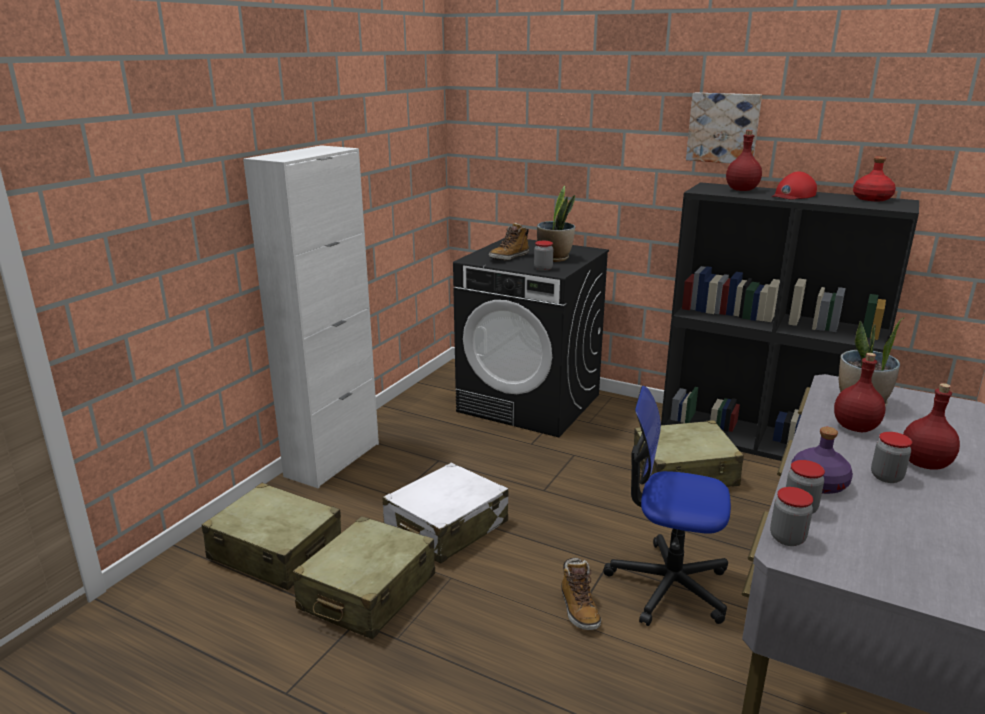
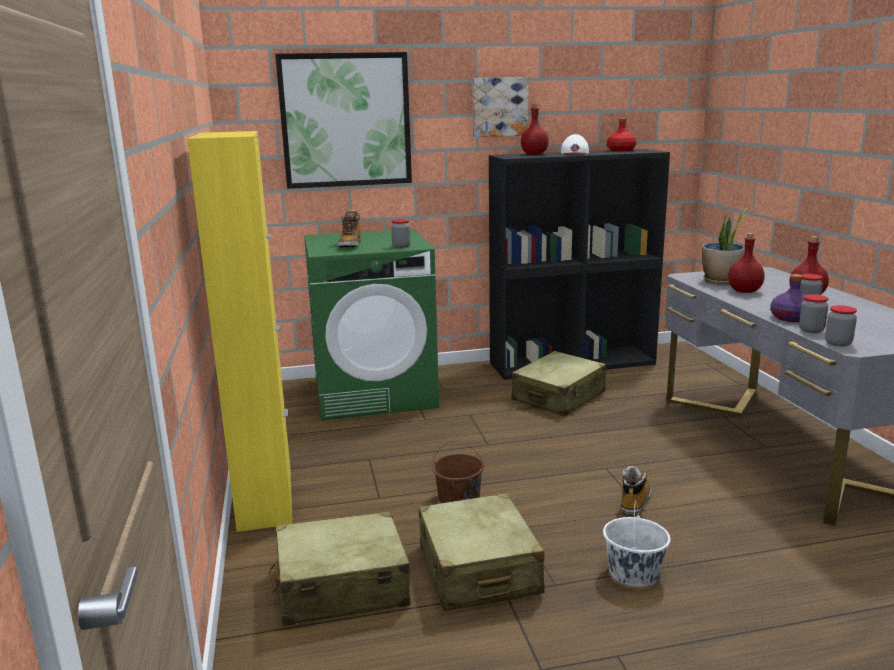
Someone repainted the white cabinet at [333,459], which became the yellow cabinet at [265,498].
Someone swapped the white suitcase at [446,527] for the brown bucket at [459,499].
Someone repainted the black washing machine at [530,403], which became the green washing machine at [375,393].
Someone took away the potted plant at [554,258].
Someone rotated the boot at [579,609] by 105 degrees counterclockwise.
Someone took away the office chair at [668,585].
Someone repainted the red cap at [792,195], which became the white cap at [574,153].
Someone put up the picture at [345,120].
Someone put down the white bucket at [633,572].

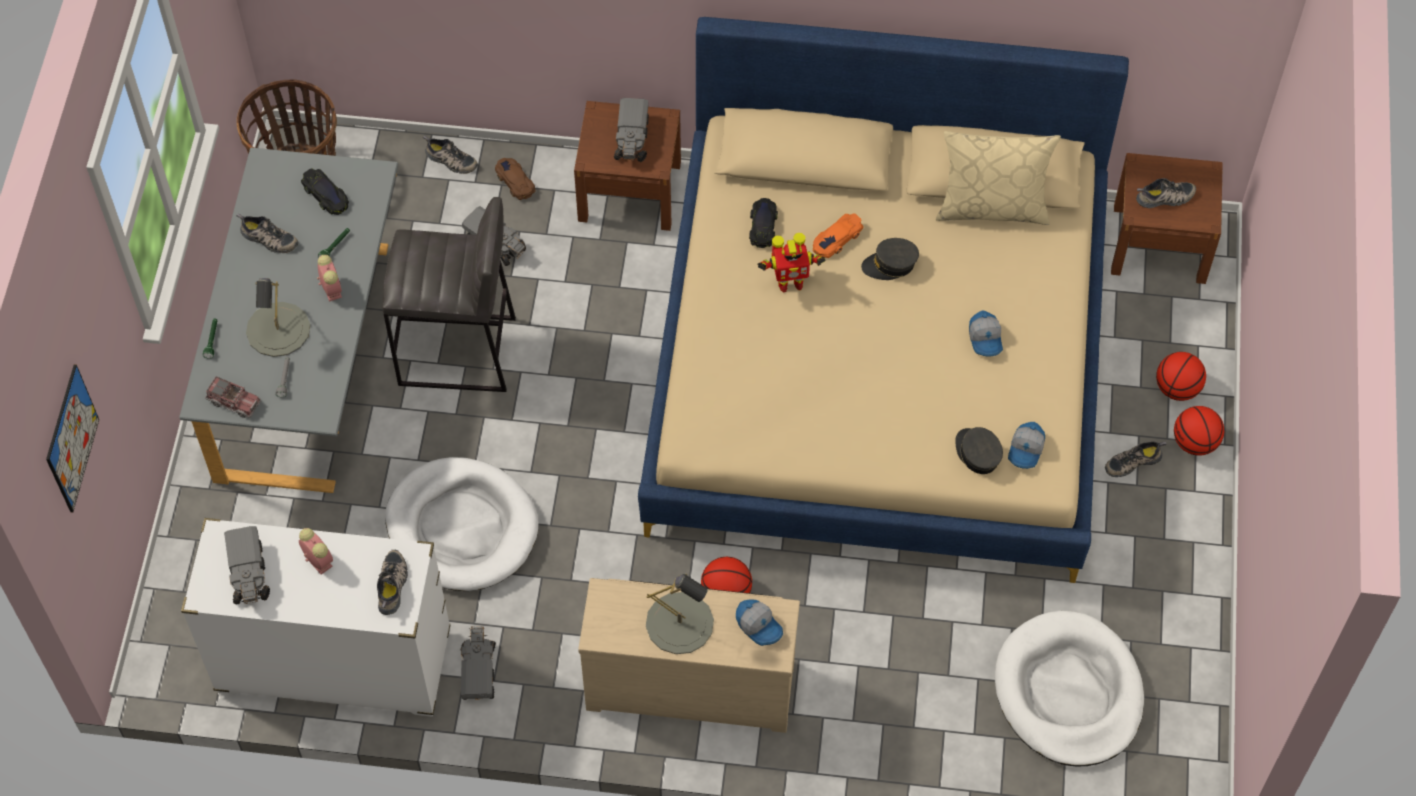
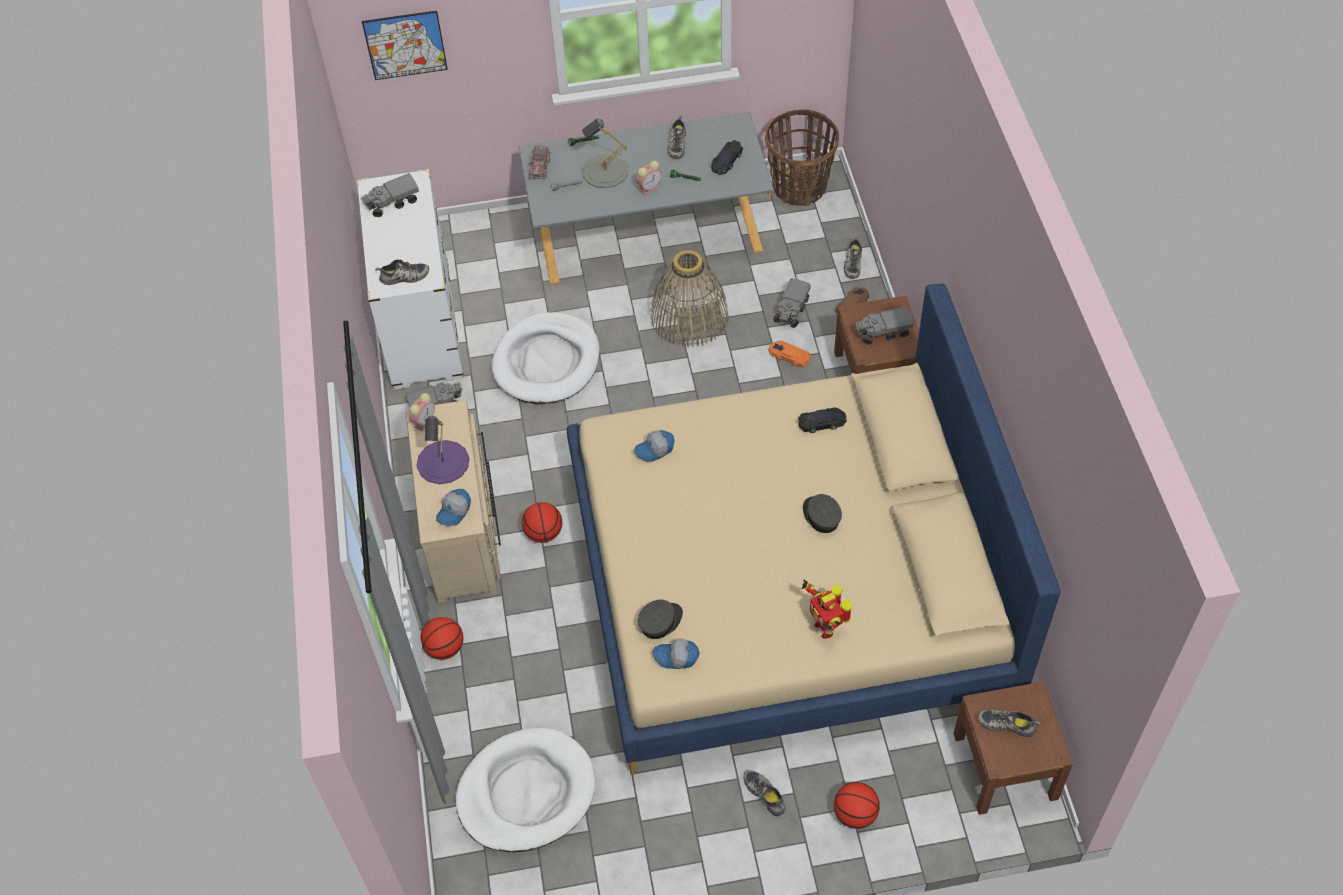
Someone carried the alarm clock from [317,560] to [424,420].
Someone swapped the grey stool at [458,352] for the basket at [689,317].
Someone repainted the grey table lamp at [680,623], which became the purple table lamp at [443,462].
Someone carried the toy robot from [789,283] to [825,627].
Someone carried the orange toy car from [837,239] to [789,356].
Someone took away the beige pillow at [992,207].
Someone carried the cap from [986,339] to [655,450].
Someone rotated the shoe at [1165,198] by 135 degrees clockwise.
Someone carried the basketball from [1195,442] to [445,648].

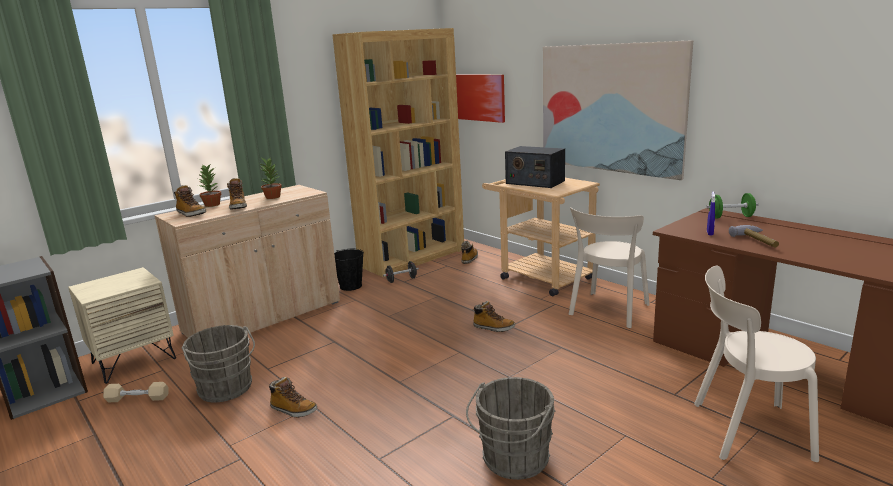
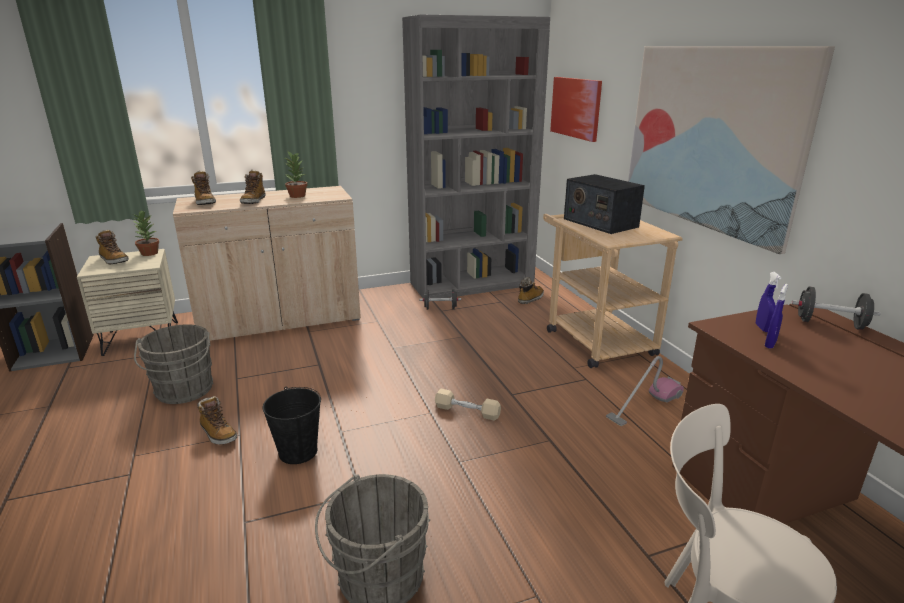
Someone carried the beige dumbbell from [137,398] to [467,411].
Someone carried the potted plant from [212,205] to [149,253].
Someone repainted the brown bookcase at [413,257], which became the grey bookcase at [472,284].
Someone carried the black bucket from [350,286] to [297,452].
Someone carried the boot from [493,328] to [114,260].
Someone swapped the beige chair at [608,311] for the vacuum cleaner at [644,406].
Someone repainted the green dumbbell at [731,217], which became the black dumbbell at [830,324].
Someone took away the hammer at [757,241].
Someone put down the blue spray bottle at [762,328].

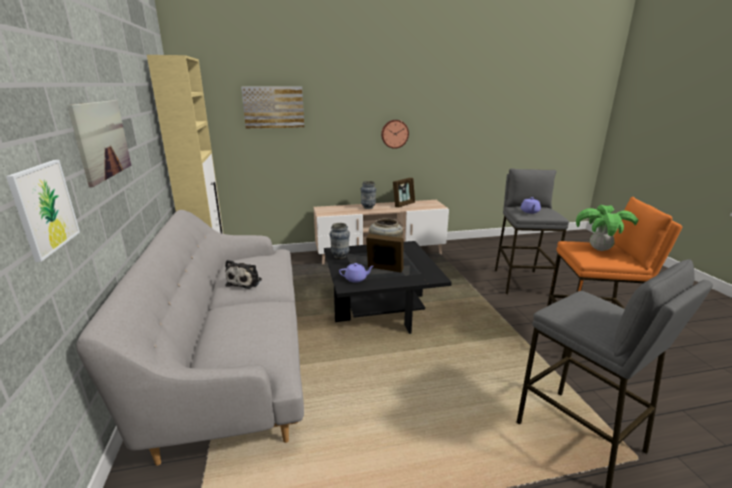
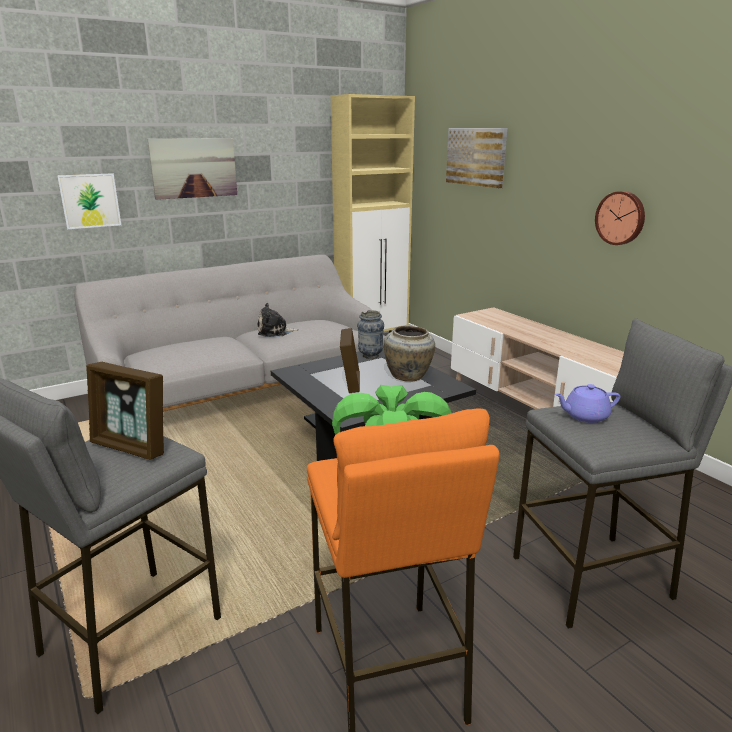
Someone took away the purple teapot at [356,279].
Someone took away the vase at [368,208].
Someone carried the picture frame from [403,204] to [131,446].

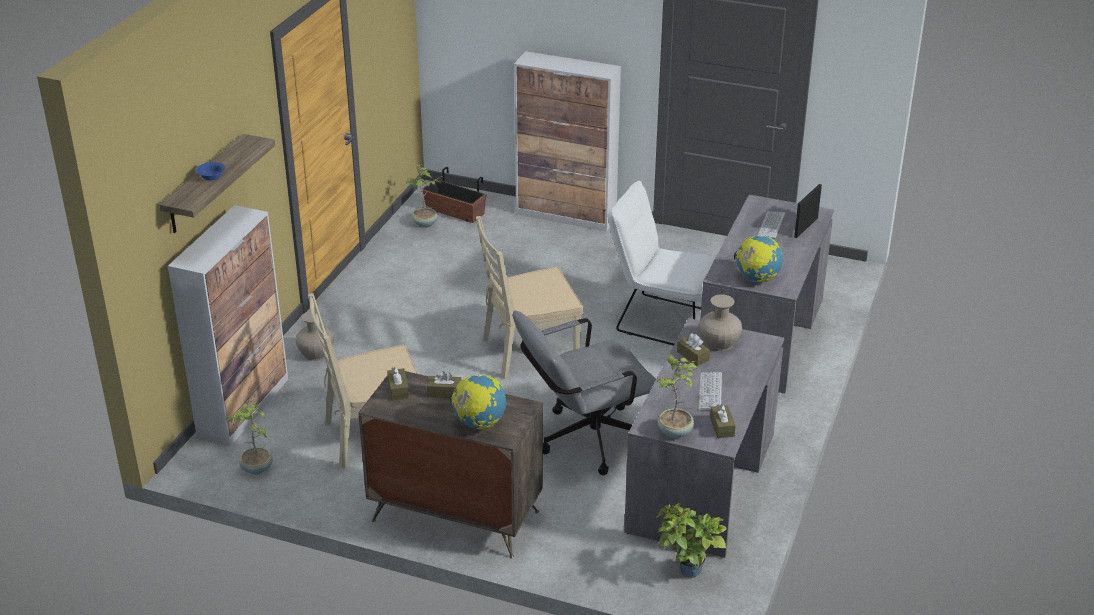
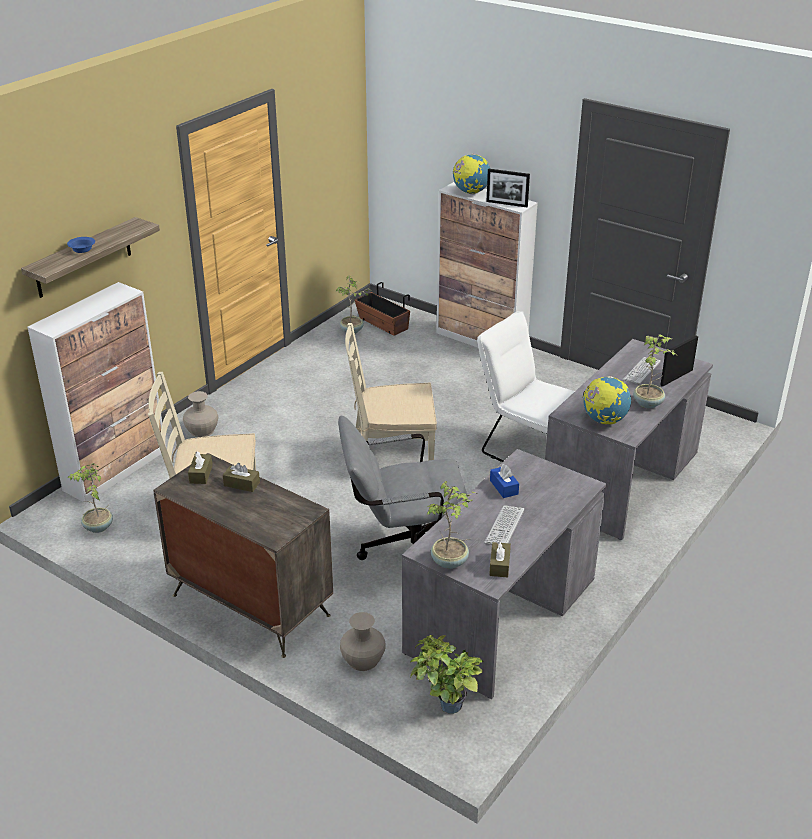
Someone carried the globe from [479,423] to [470,192].
Someone repainted the brown tissue box at [693,356], which became the blue tissue box at [504,487].
Someone carried the beige vase from [719,342] to [363,659].
Someone put down the picture frame at [507,204].
Someone put down the potted plant at [648,403].

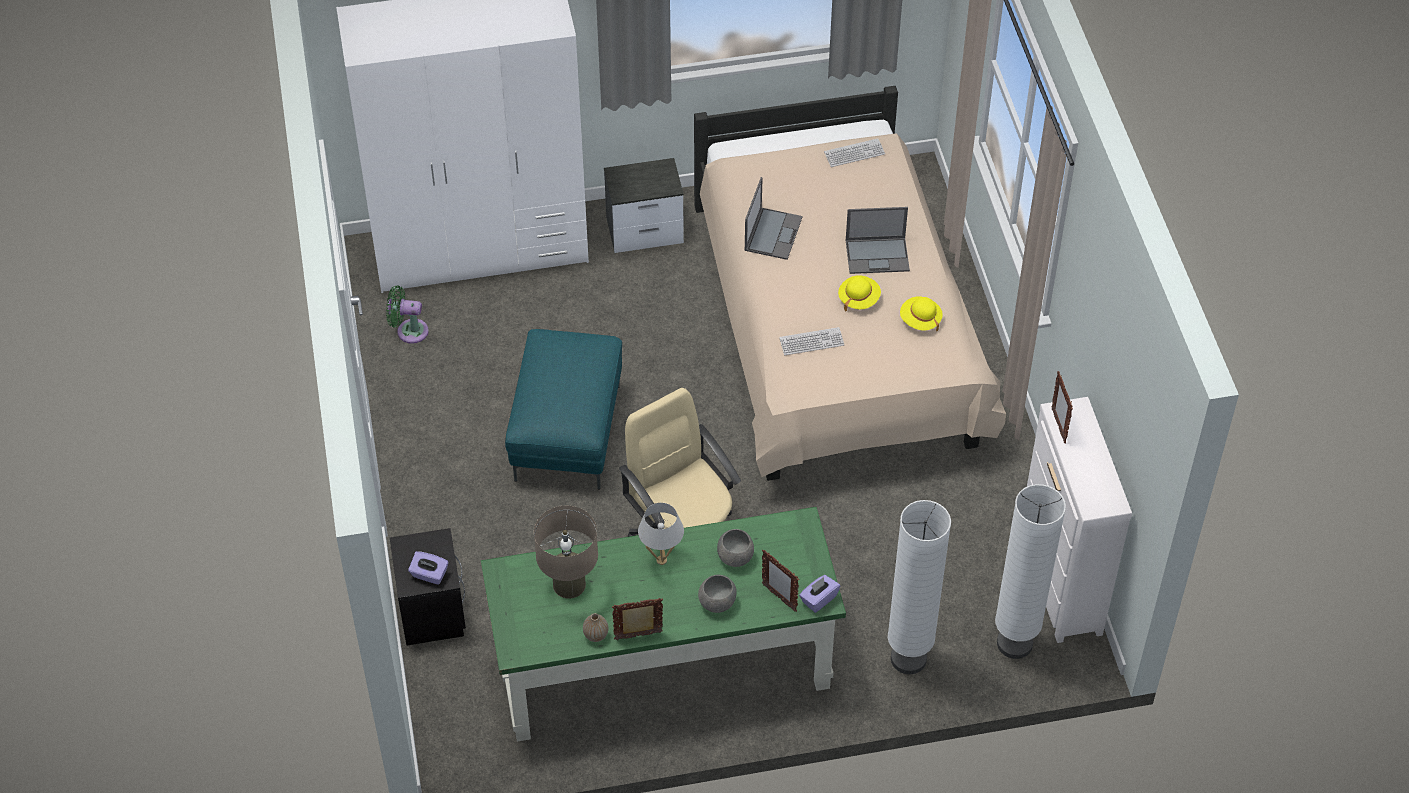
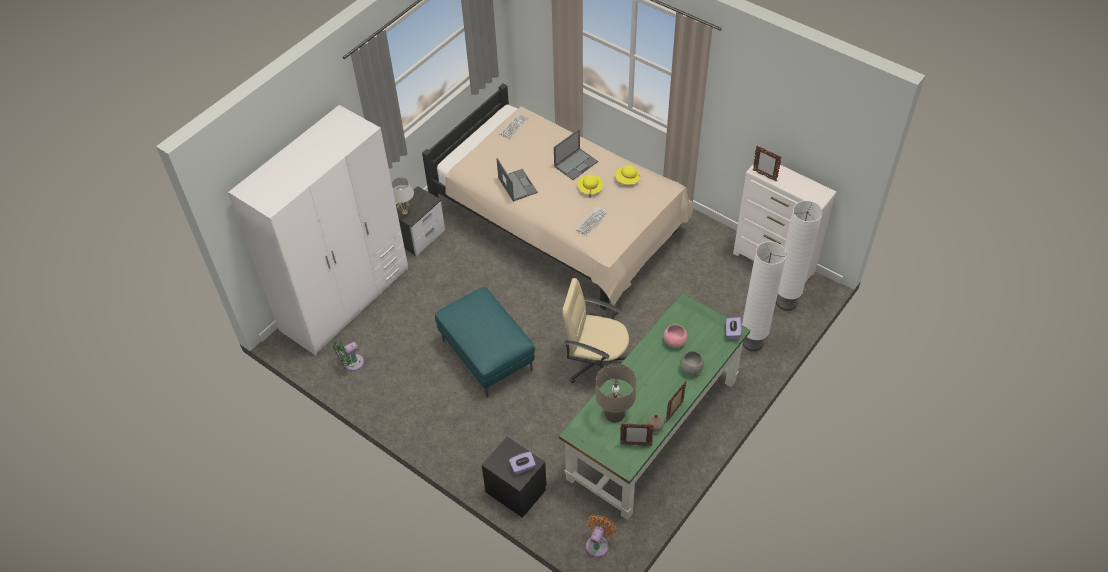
Someone carried the white table lamp from [661,560] to [405,212].
Someone repainted the grey bowl at [736,557], which became the pink bowl at [674,341].
Someone carried the picture frame from [779,597] to [635,444].
Someone put down the orange fan at [598,544].

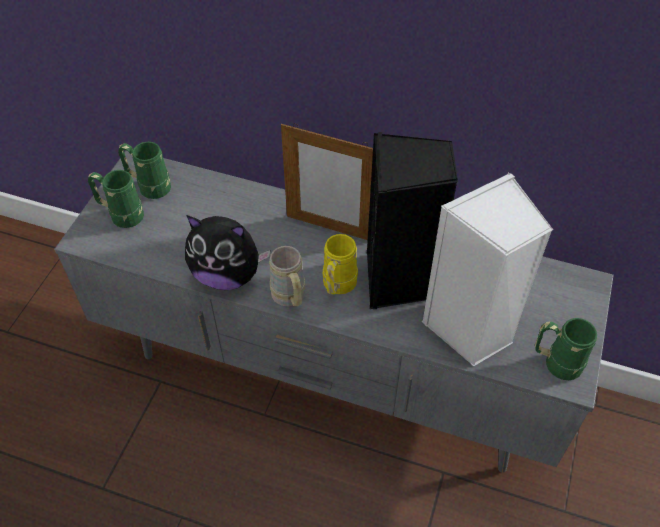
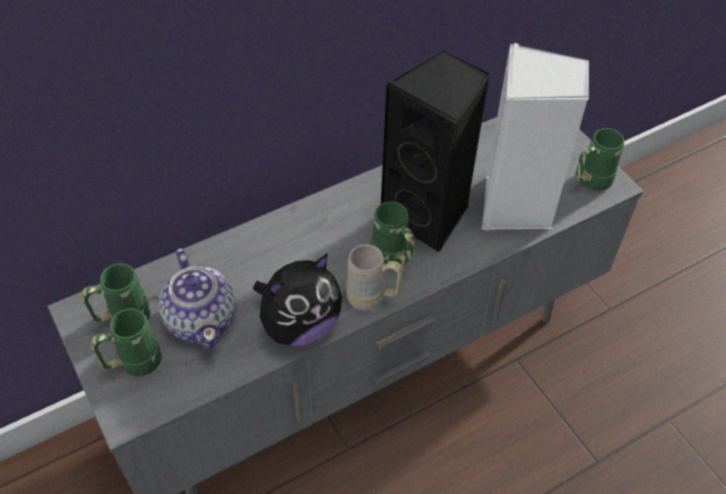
Someone took away the picture frame at [329,228].
Someone repainted the yellow mug at [337,287], which became the green mug at [393,258].
Someone put down the teapot at [202,319].

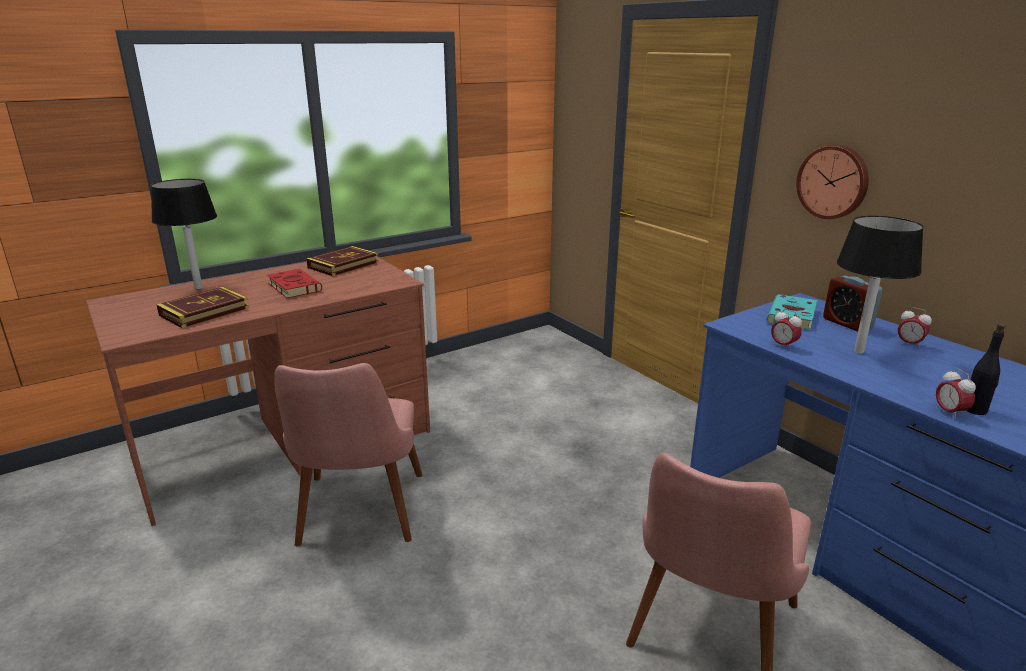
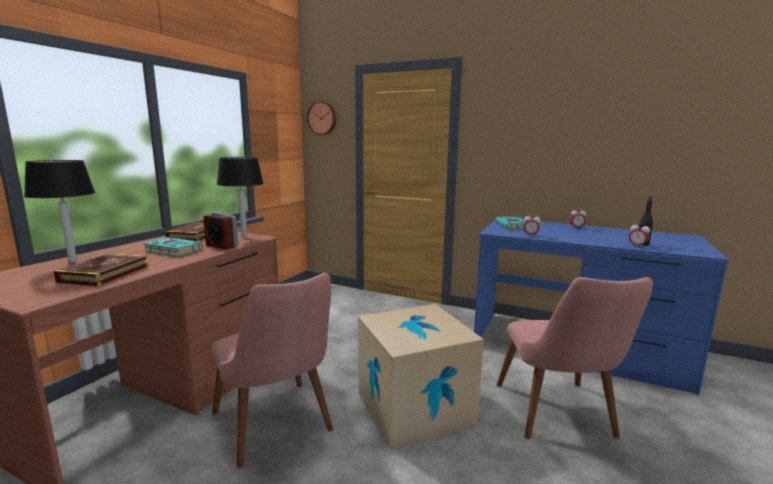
Someone repainted the red book at [293,287], which became the turquoise book at [172,250].
Someone carried the wall clock from [833,182] to [322,118].
Someone carried the alarm clock from [847,323] to [222,246].
Someone carried the black table lamp from [858,351] to [244,237].
Someone put down the cardboard box at [414,408].

